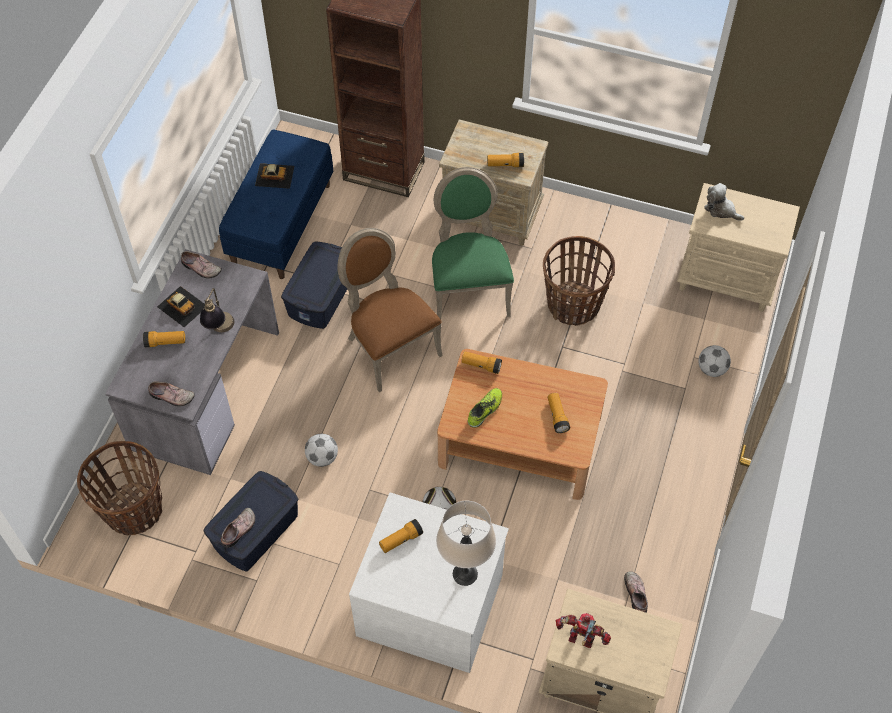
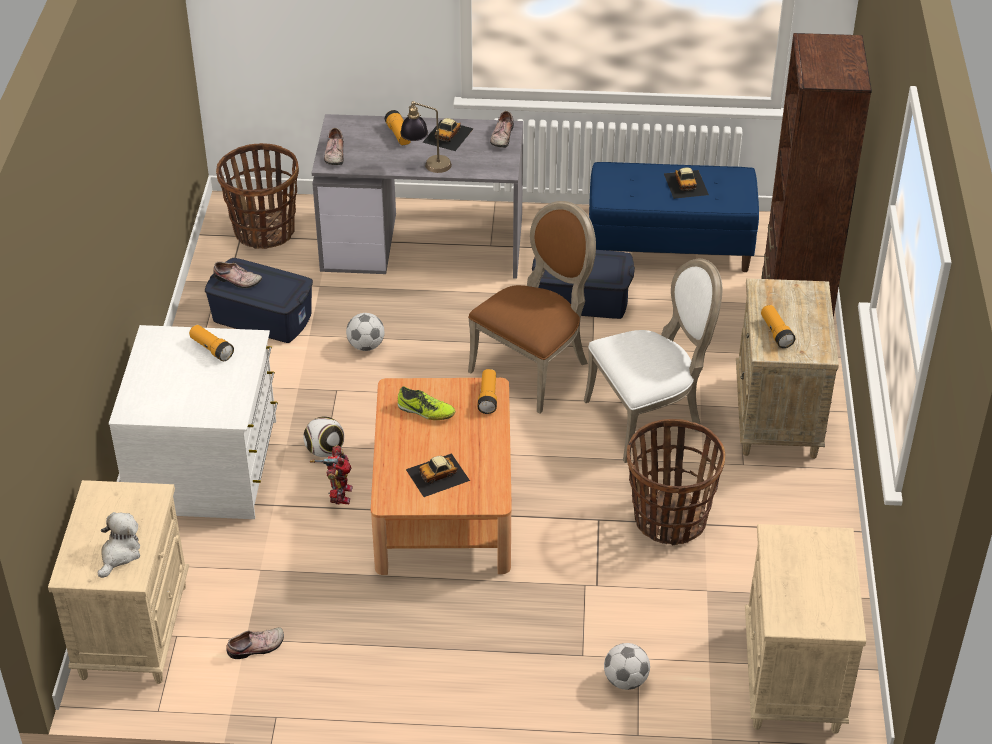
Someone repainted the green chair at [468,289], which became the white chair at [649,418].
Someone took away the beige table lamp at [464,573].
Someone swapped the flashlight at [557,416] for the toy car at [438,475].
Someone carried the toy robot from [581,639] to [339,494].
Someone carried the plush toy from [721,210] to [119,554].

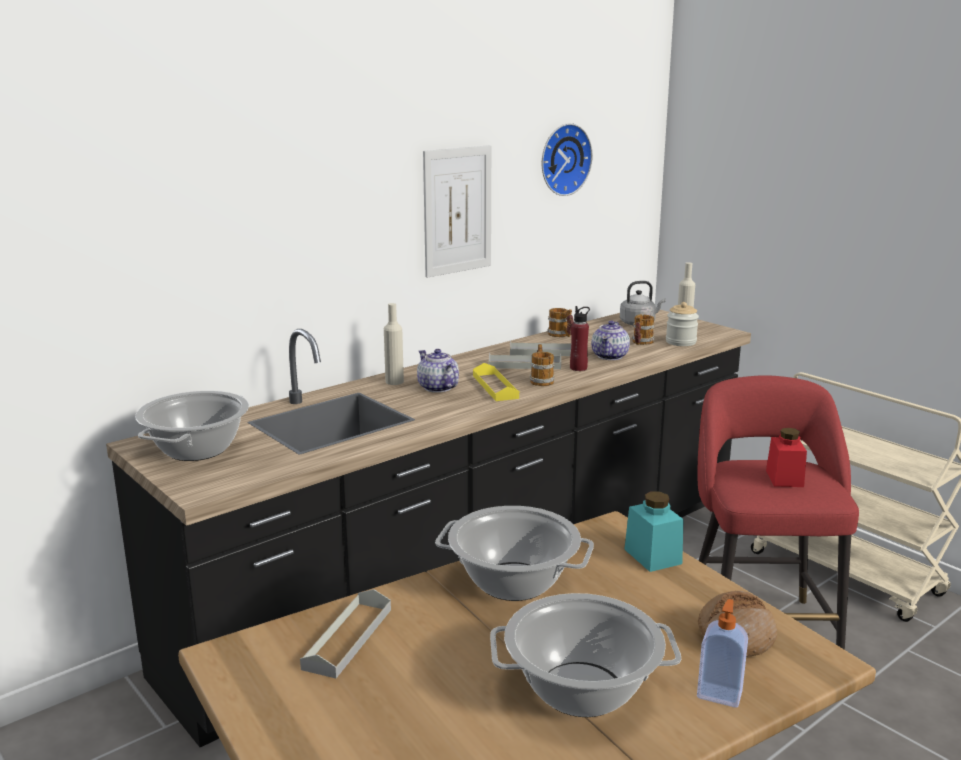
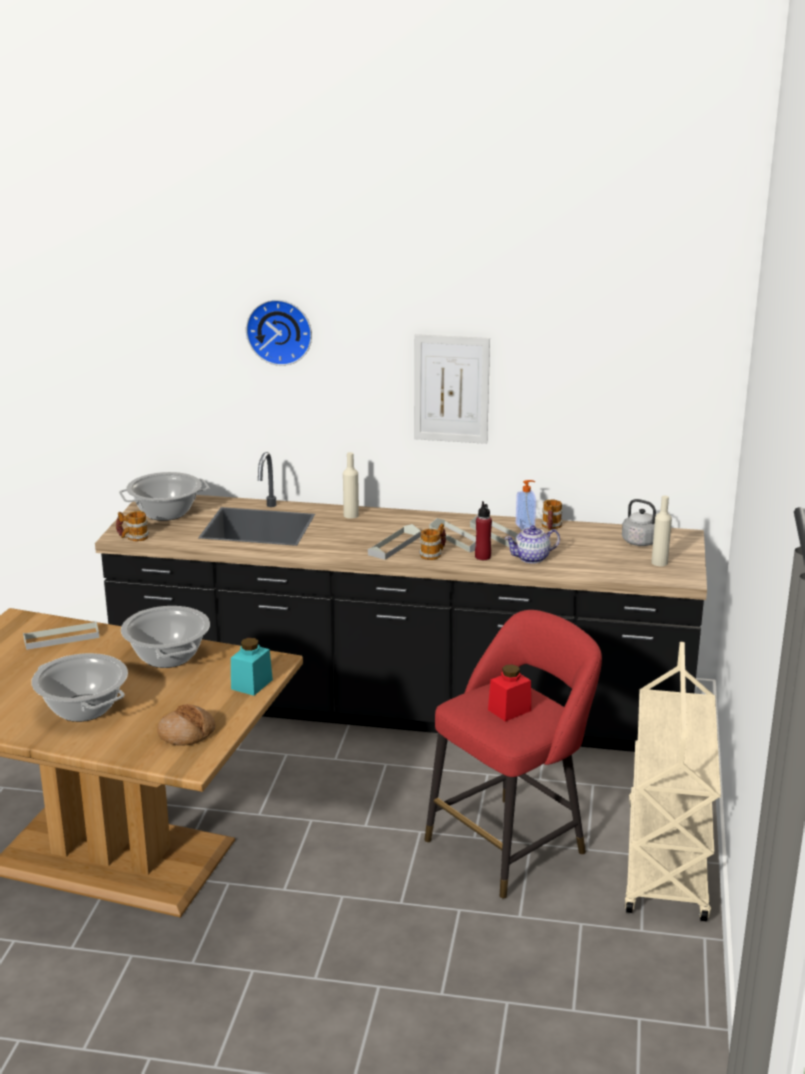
Someone took away the teapot at [437,388].
Someone repainted the yellow tray at [495,387], which became the grey tray at [394,545].
Someone carried the wall clock from [563,159] to [280,331].
Someone carried the mug from [641,343] to [133,537].
Someone took away the jar at [681,342].
Someone carried the soap dispenser from [719,694] to [525,526].

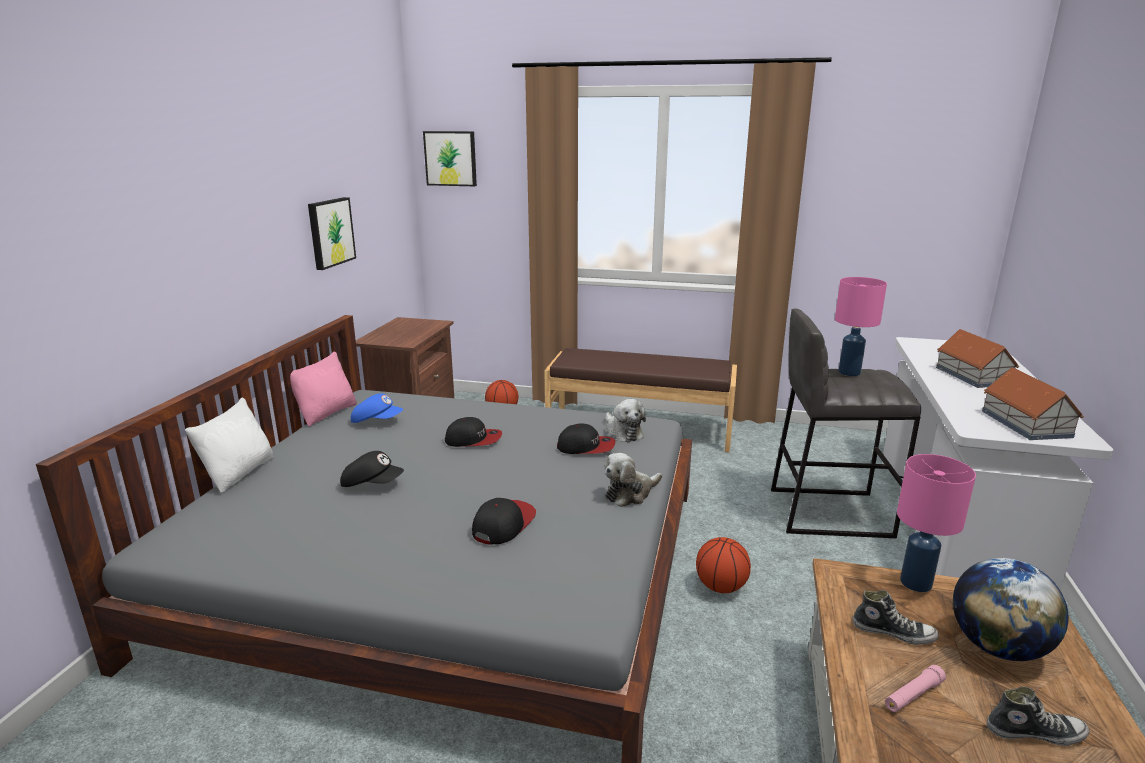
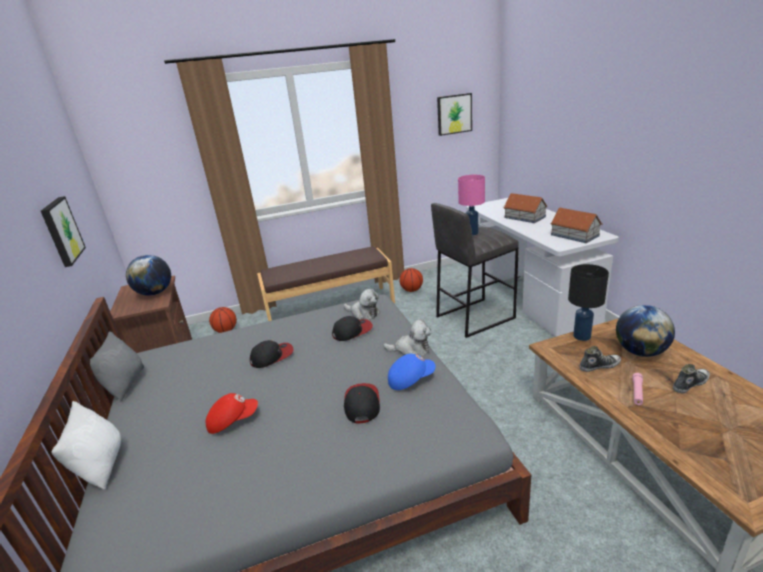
Someone repainted the pink pillow at [327,413], which became the grey pillow at [125,384].
Someone repainted the black cap at [372,484], which became the red cap at [232,420].
Someone carried the blue cap from [377,421] to [410,379].
Someone carried the picture from [451,158] to [454,114].
Someone rotated the plush toy at [630,493] by 105 degrees counterclockwise.
Someone carried the basketball from [720,587] to [411,290].
Someone repainted the pink table lamp at [917,583], which became the black table lamp at [582,336].
Someone put down the globe at [155,293].

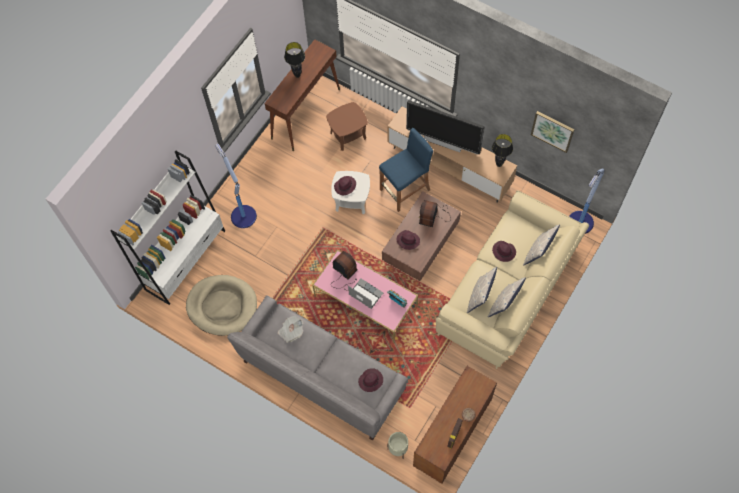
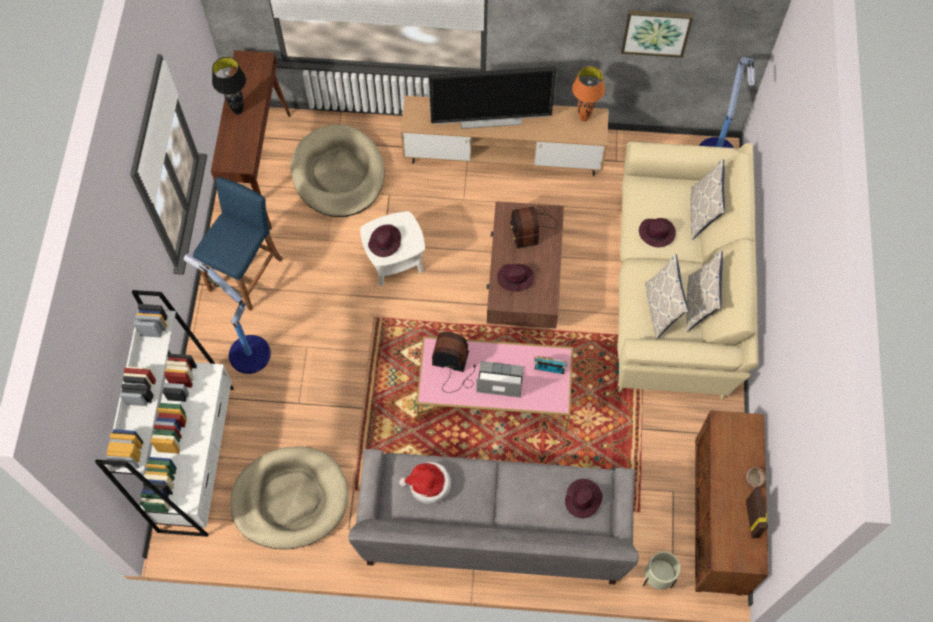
Someone swapped the newspaper at [291,331] for the hat at [428,485].
Someone swapped the brown side table at [348,136] for the beige dog bed at [338,174].
Someone carried the blue stool from [405,190] to [246,275].
Someone repainted the black table lamp at [498,164], which became the orange table lamp at [583,118].

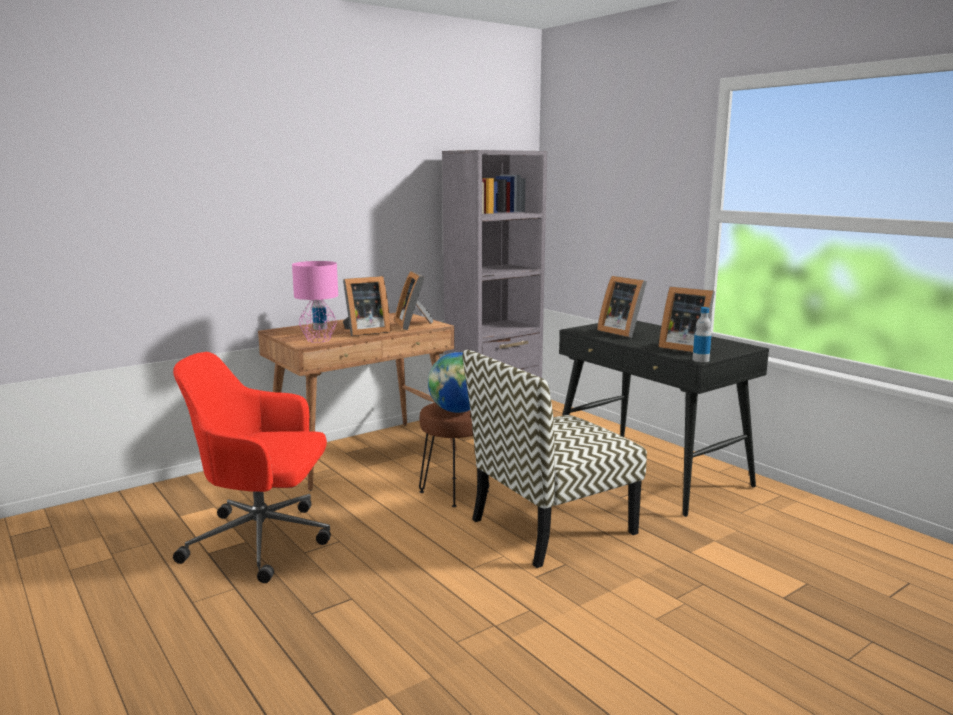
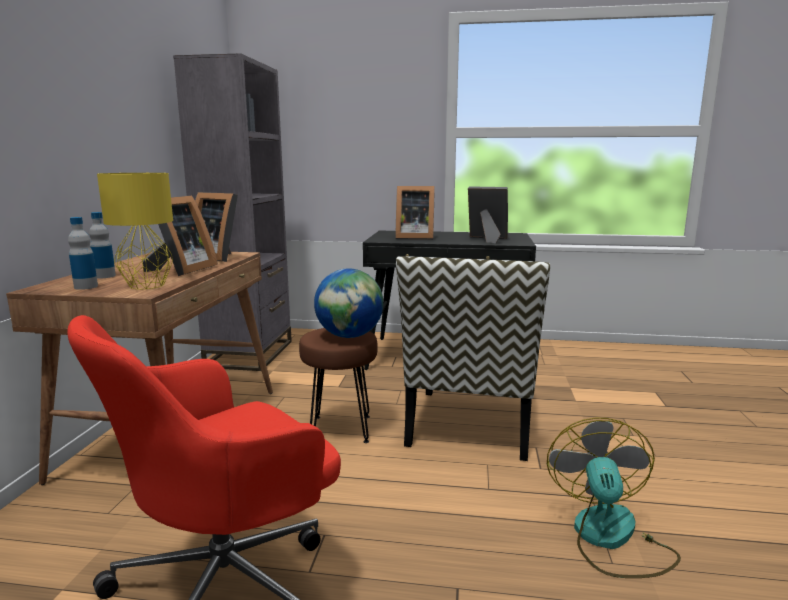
Someone repainted the pink table lamp at [319,340], which became the yellow table lamp at [148,285].
Someone rotated the picture frame at [684,348] by 150 degrees counterclockwise.
Someone carried the bottle from [700,360] to [86,287].
Someone put down the fan at [610,538].

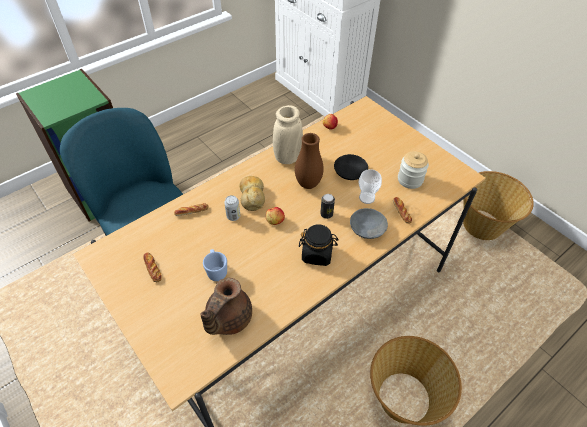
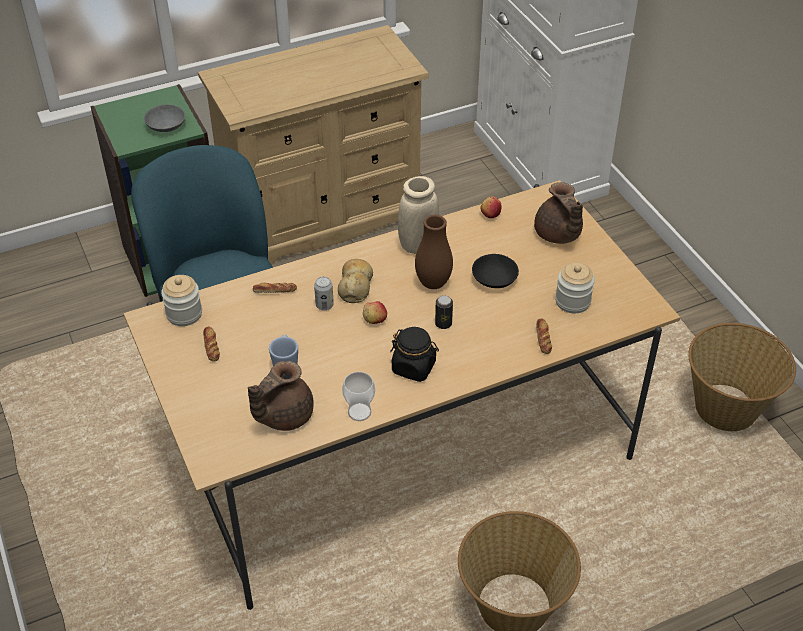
Someone carried the grey bowl from [367,229] to [165,126].
Someone carried the cup from [367,198] to [359,412].
Someone put down the jar at [184,314].
Someone put down the beige dresser at [322,217].
Someone put down the brown teapot at [558,235].

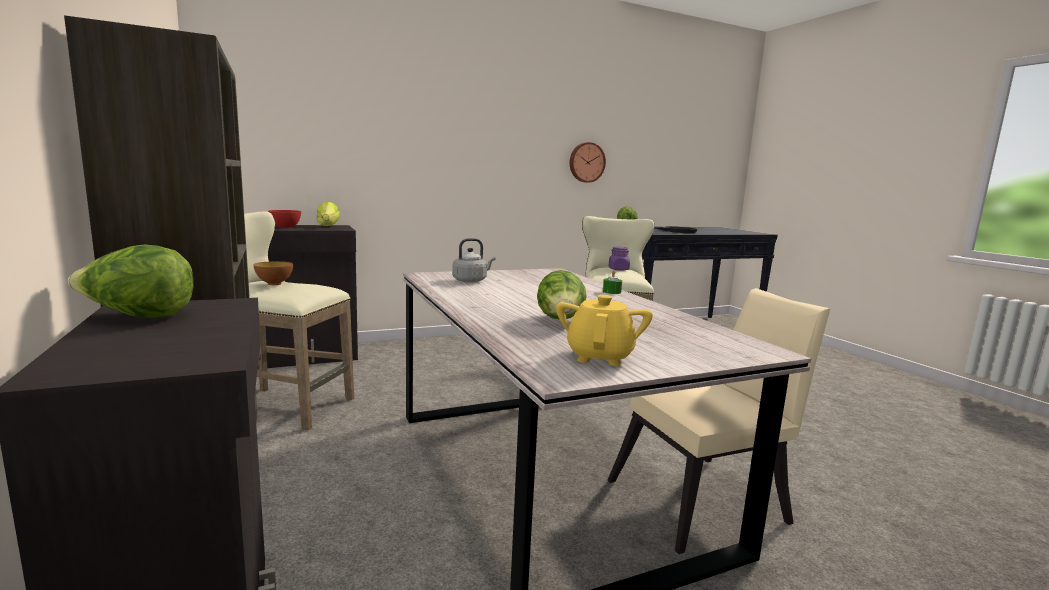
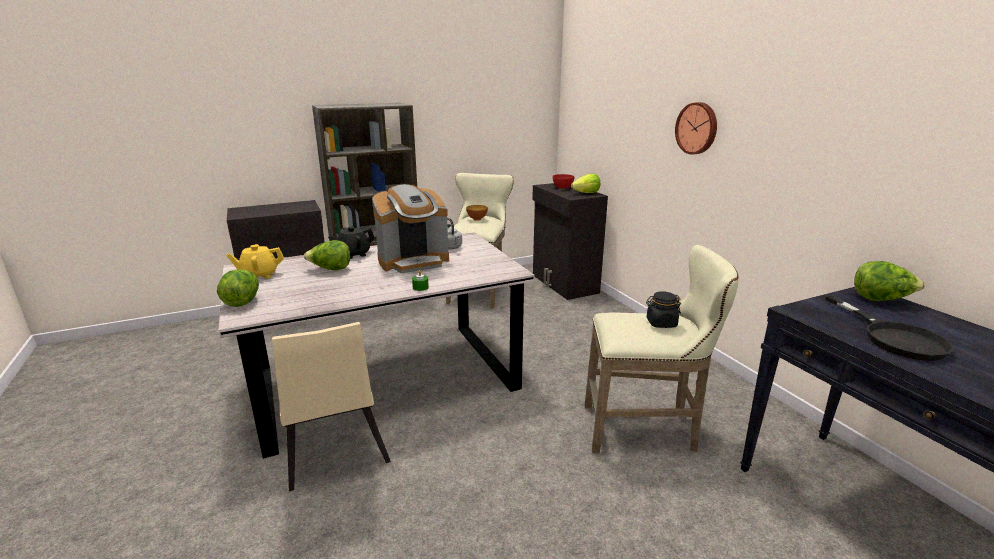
Someone carried the lettuce from [139,317] to [242,301].
Someone rotated the yellow teapot at [600,357] by 150 degrees clockwise.
Someone carried the wall clock from [586,162] to [697,128].
Someone repainted the purple jar at [618,269], which became the black jar at [661,323].
Someone put down the black teapot at [353,254].
Someone put down the coffee machine at [413,261].

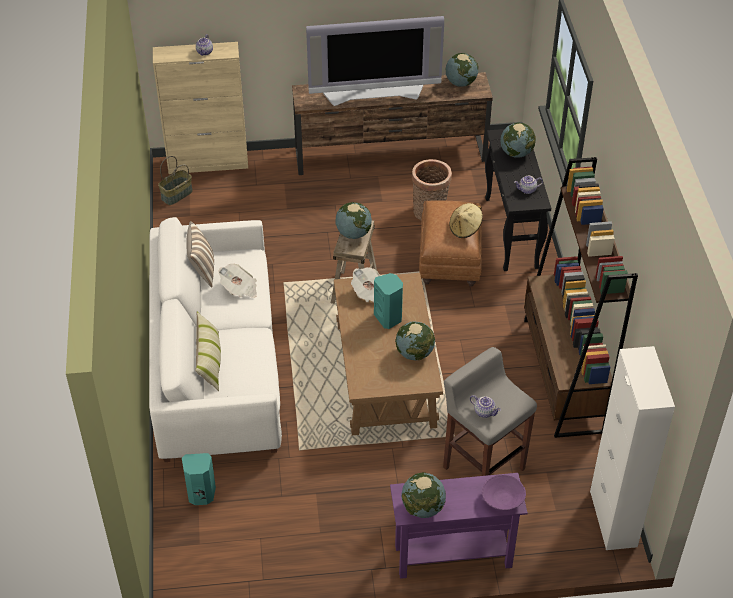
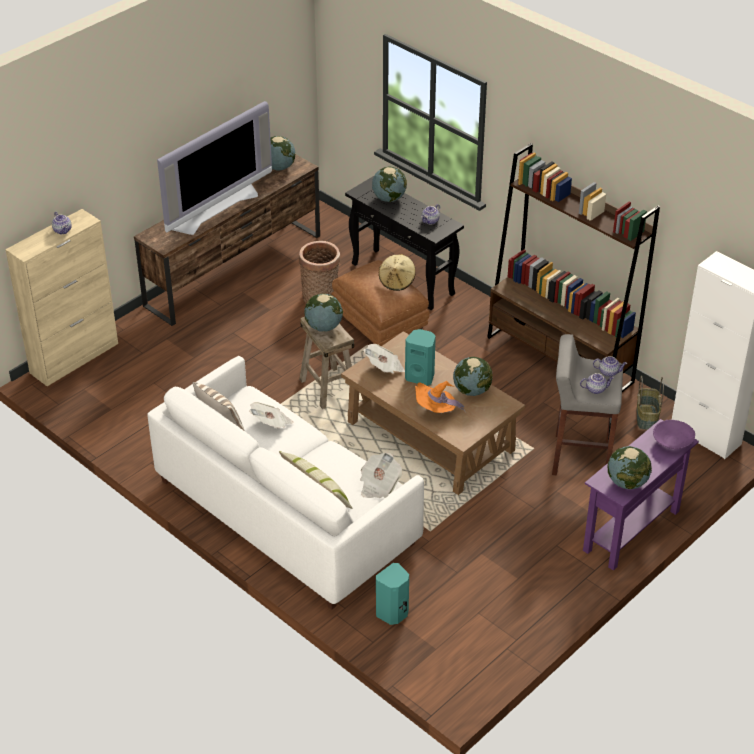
Someone carried the basket from [177,195] to [647,417].
Someone put down the newspaper at [379,485].
Someone put down the orange hat at [436,410].
Someone put down the teapot at [609,372].

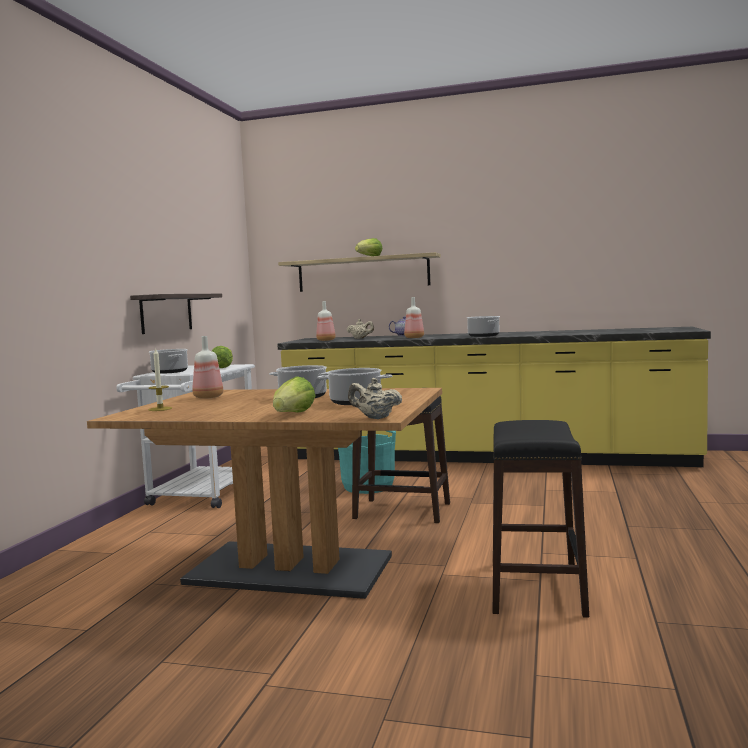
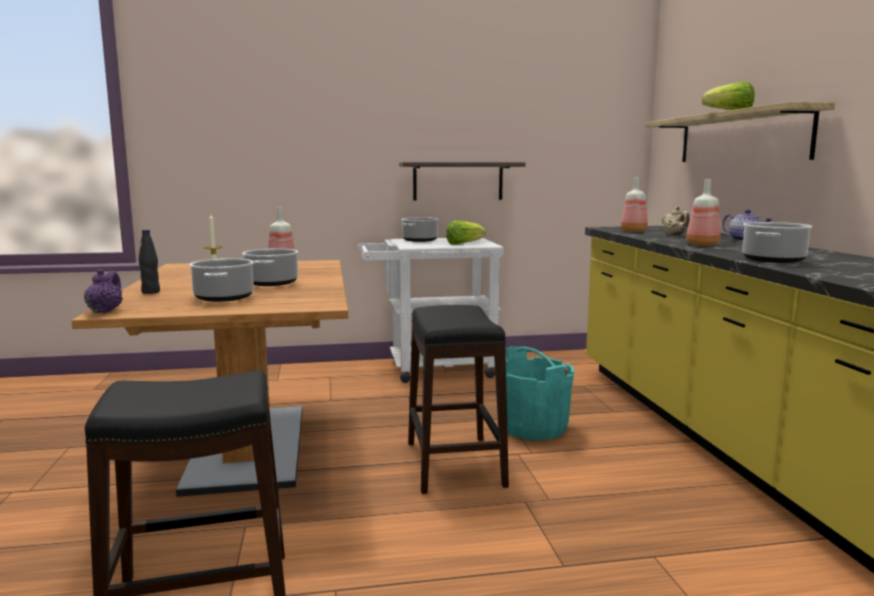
Someone swapped the lettuce at [293,414] for the black bottle at [151,292].
Someone repainted the beige teapot at [375,418], which became the purple teapot at [105,311].

